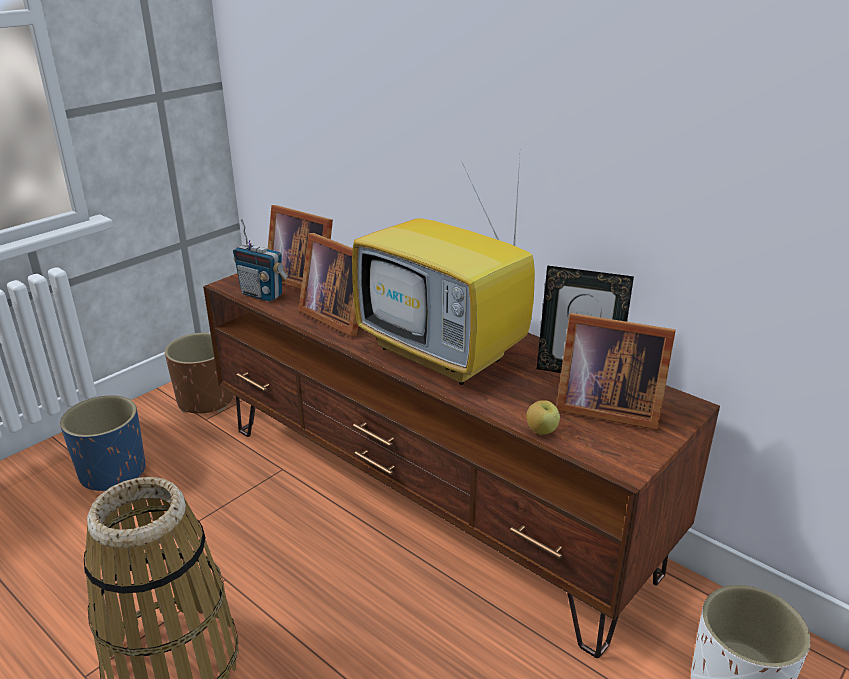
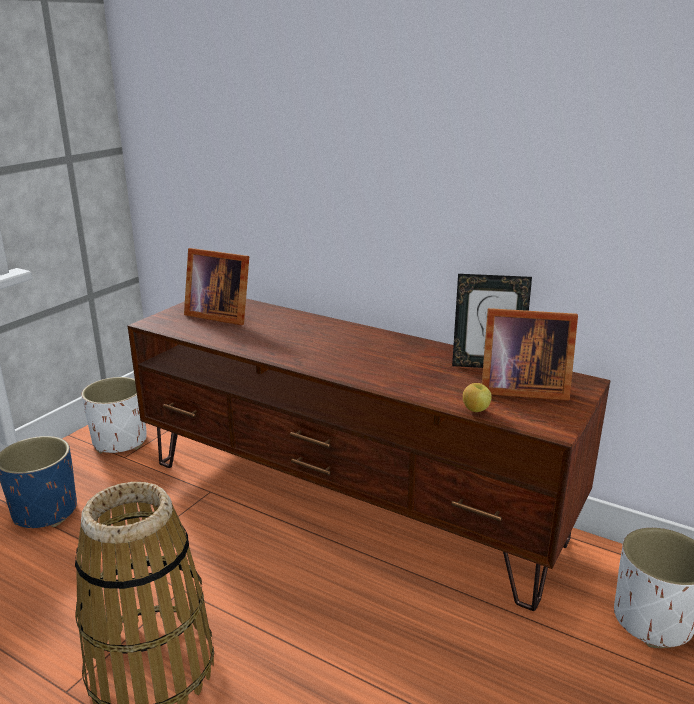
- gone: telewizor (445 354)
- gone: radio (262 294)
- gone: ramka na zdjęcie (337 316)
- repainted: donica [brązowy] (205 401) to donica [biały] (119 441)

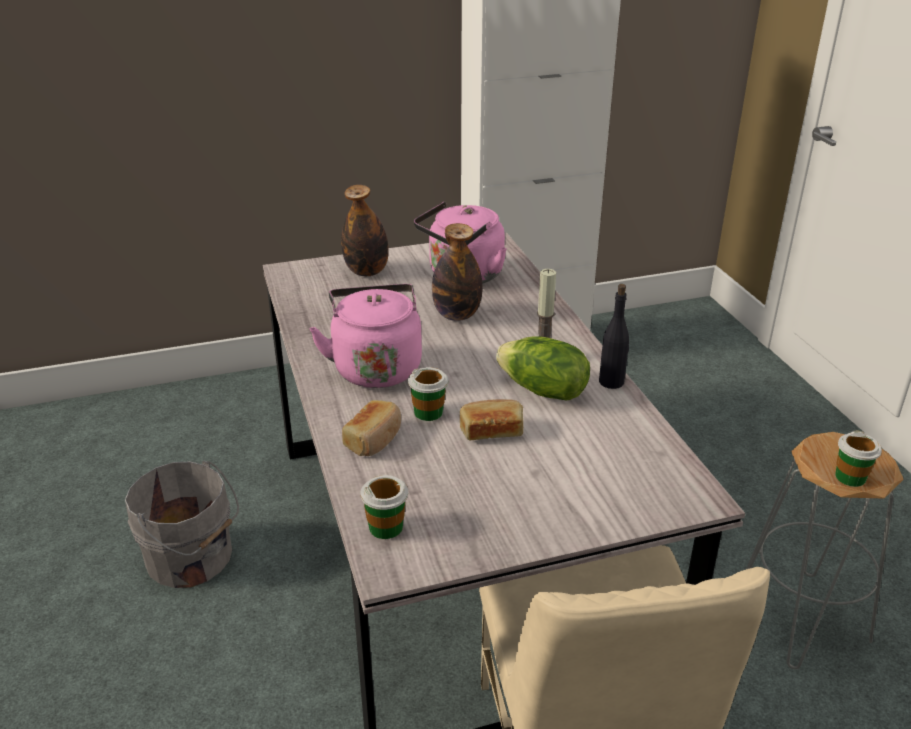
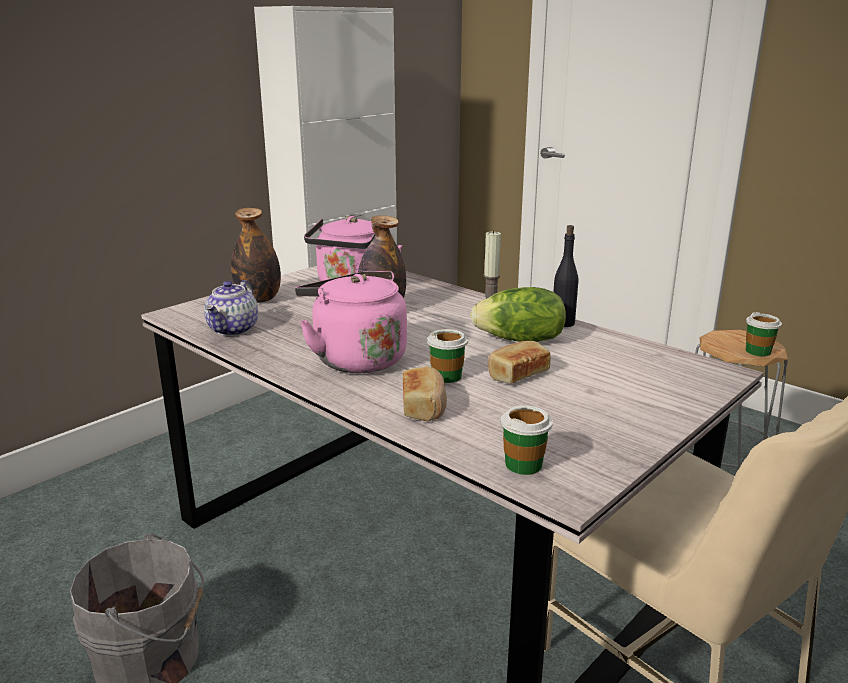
- new: imbryk (233 330)

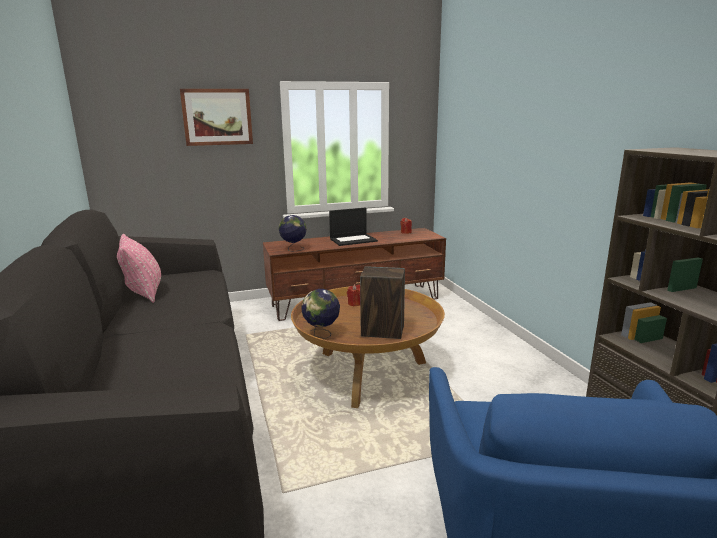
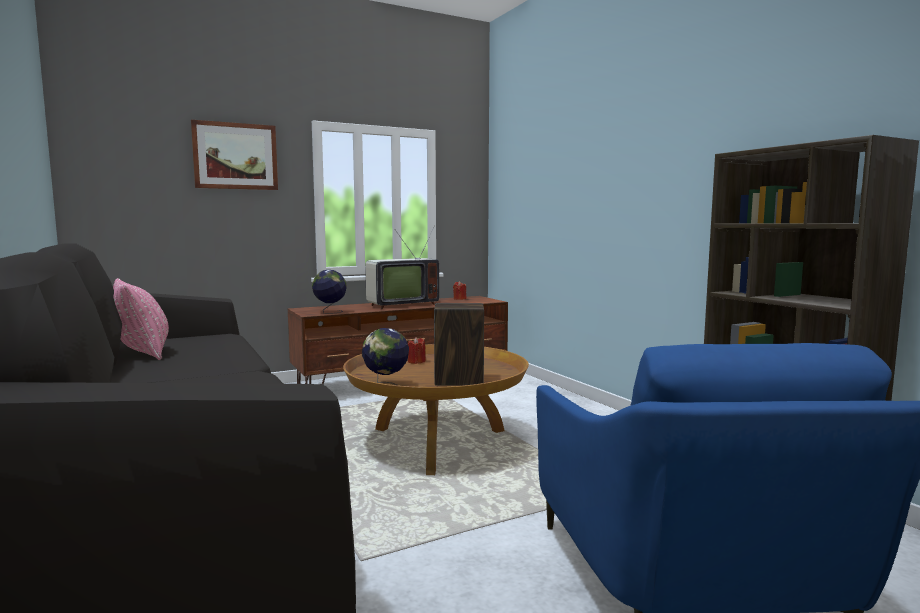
- swapped: laptop (353 240) to telewizor (400 304)

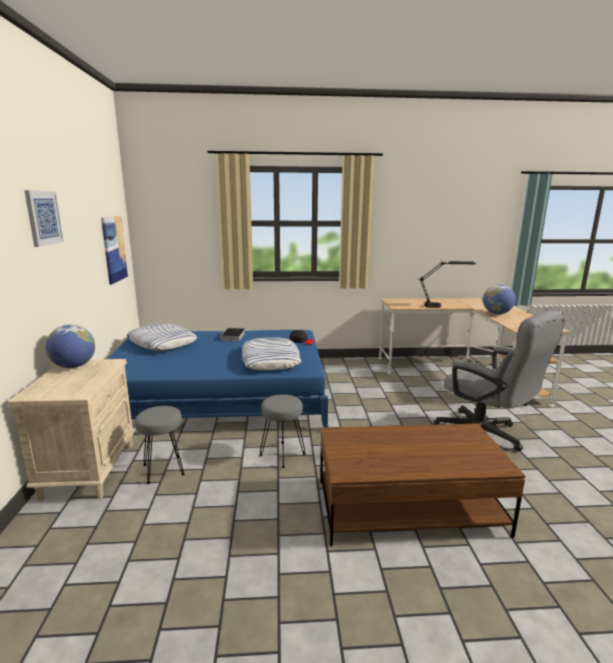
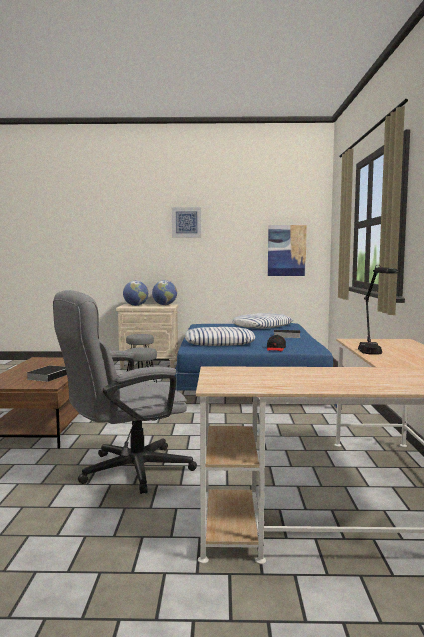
- shifted: globus (497 313) to (135 305)
- new: książka (49 376)

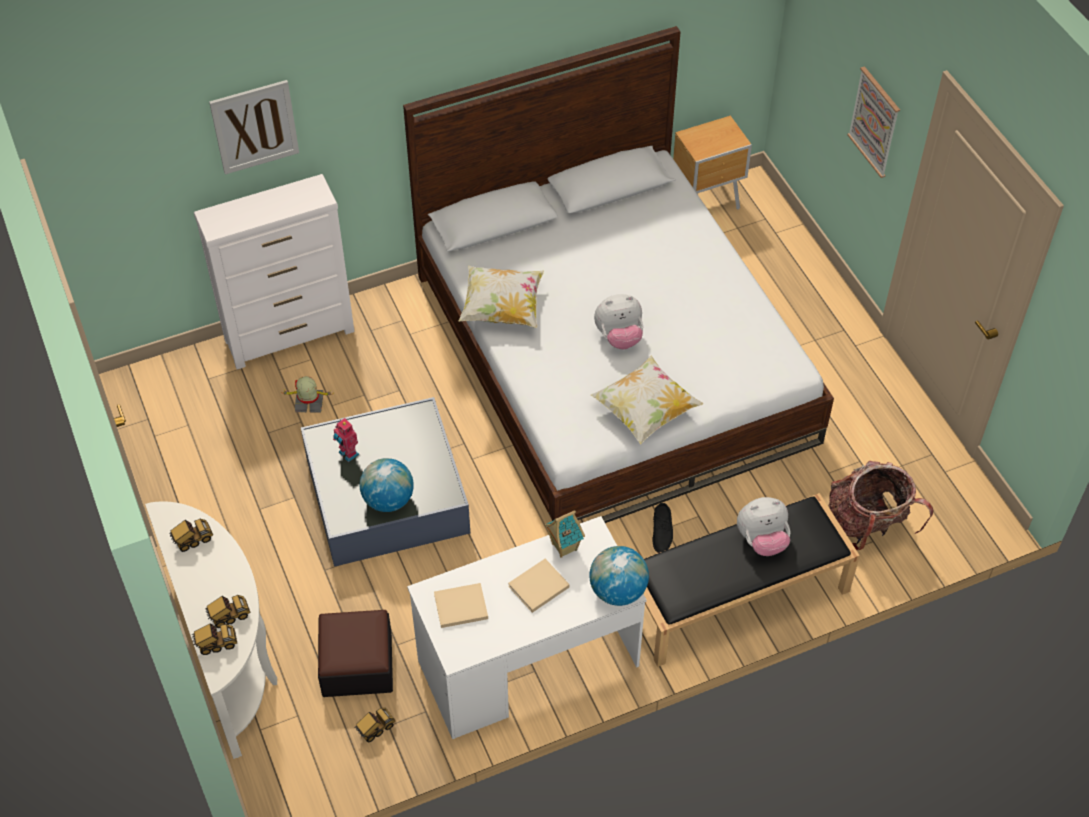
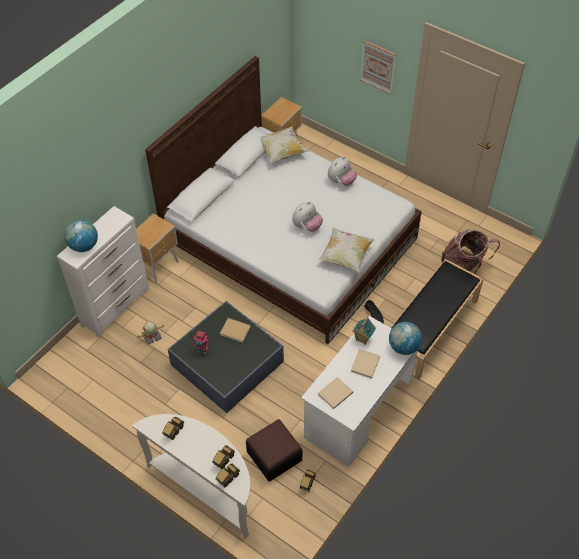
- gone: obraz (254 126)
- shifted: poduszka (502 309) to (281 152)
- shifted: globus (388 500) to (84 246)
- shifted: pluszak (762 540) to (341 181)
- new: szafka nocna [brązowy] (159 266)
- new: książka [beżowy] (236 331)

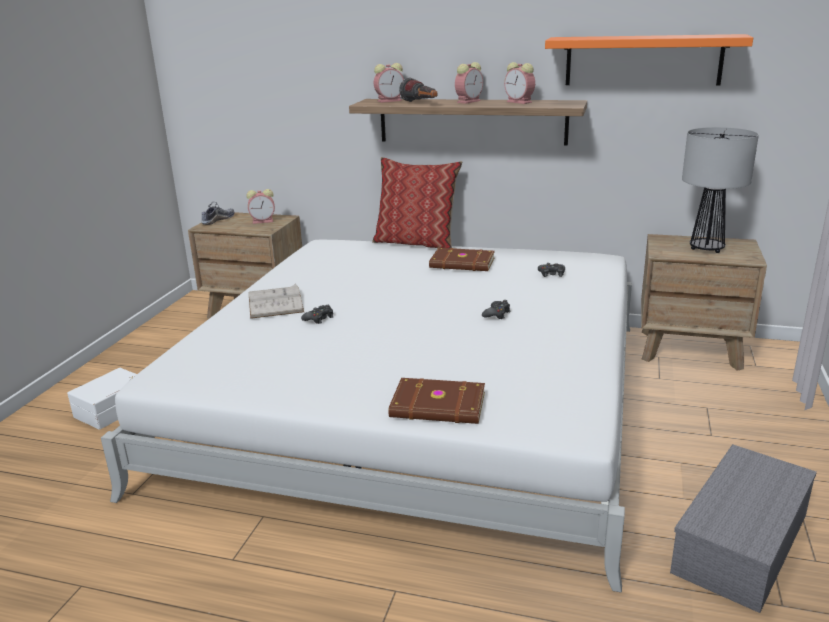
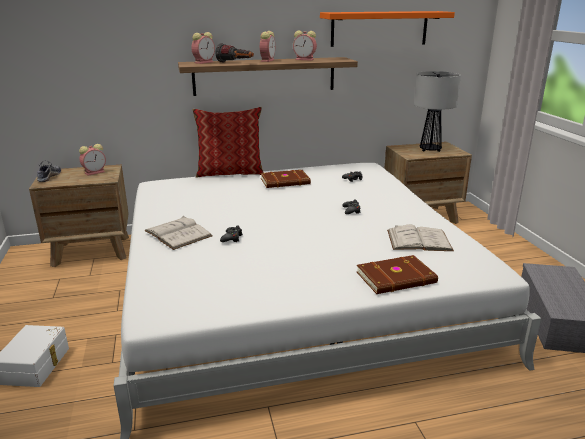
- new: książka [biały] (419 240)

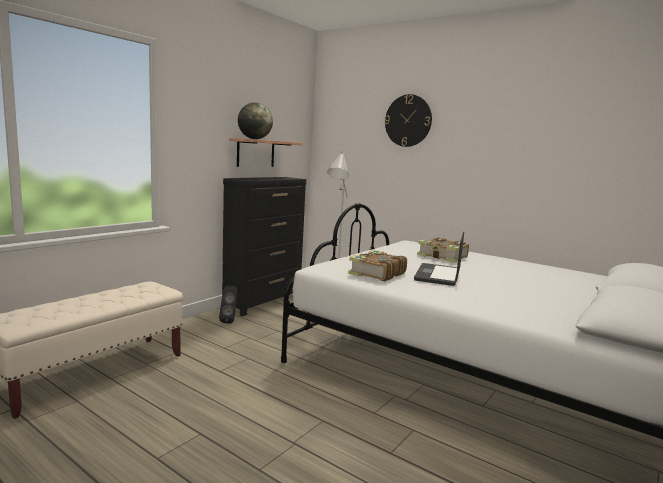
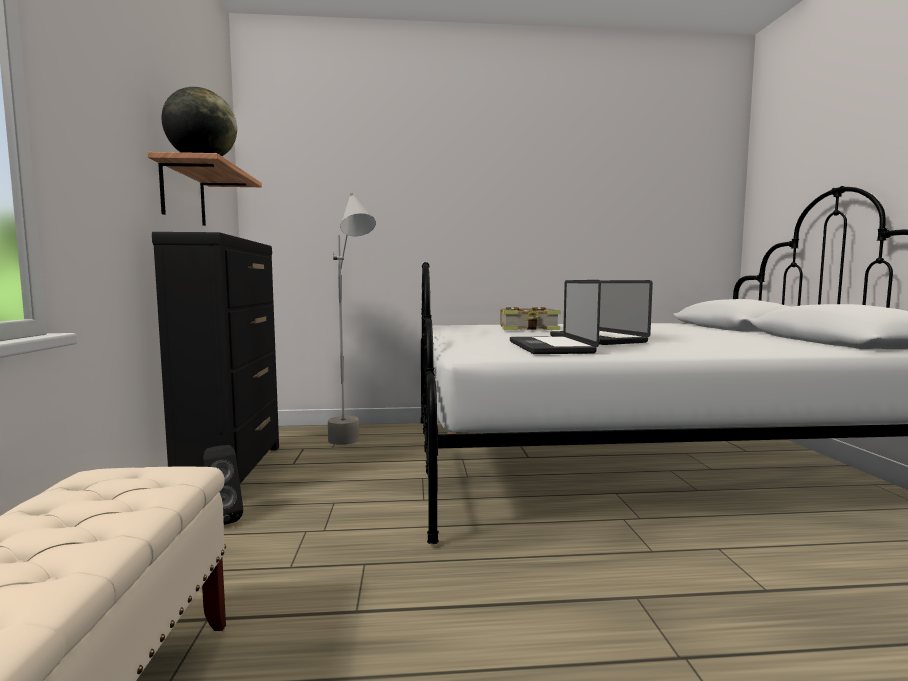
- gone: zegar ścienny (408 120)
- swapped: książka (376 274) to laptop (550 347)

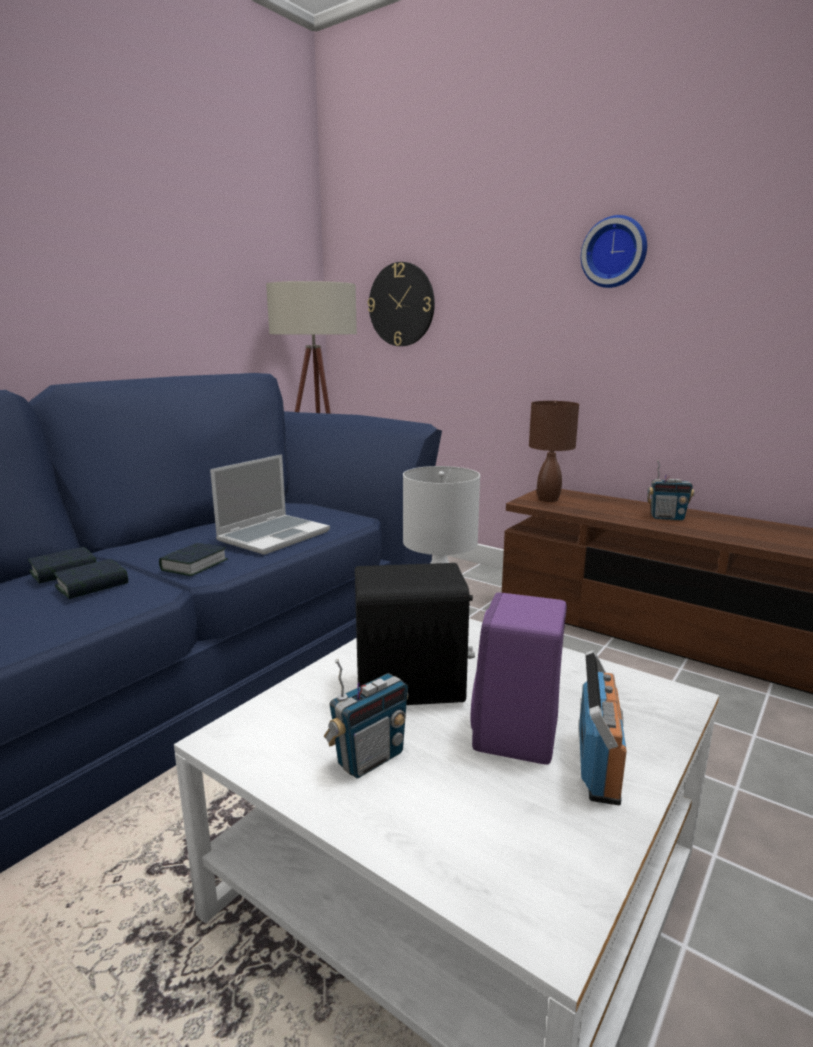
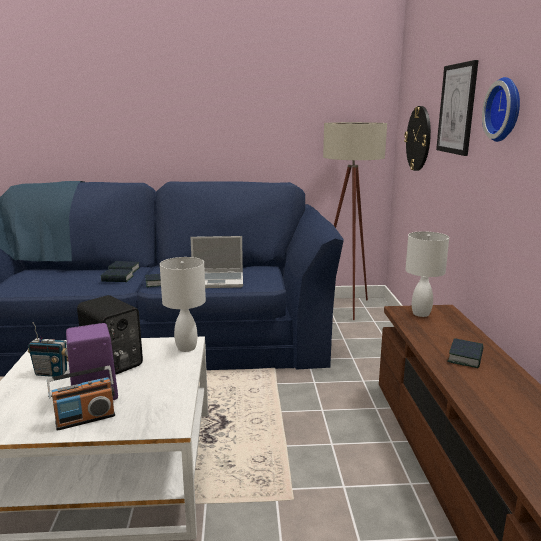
- repainted: lampa stołowa [brązowy] (548 499) to lampa stołowa [biały] (421 313)
- swapped: radio (667 517) to książka (465 357)
- new: obraz (457 109)

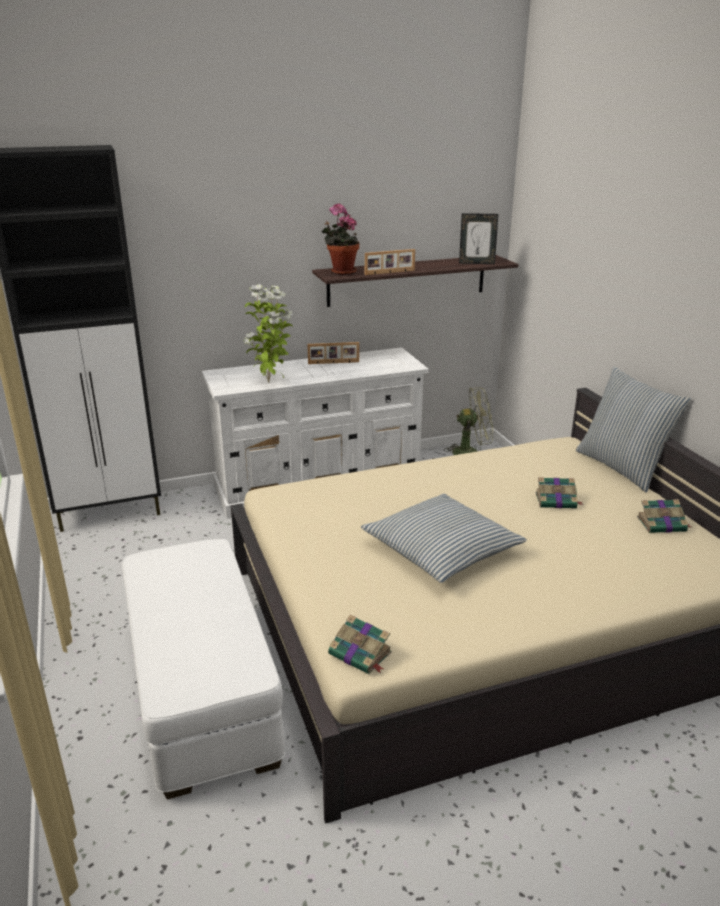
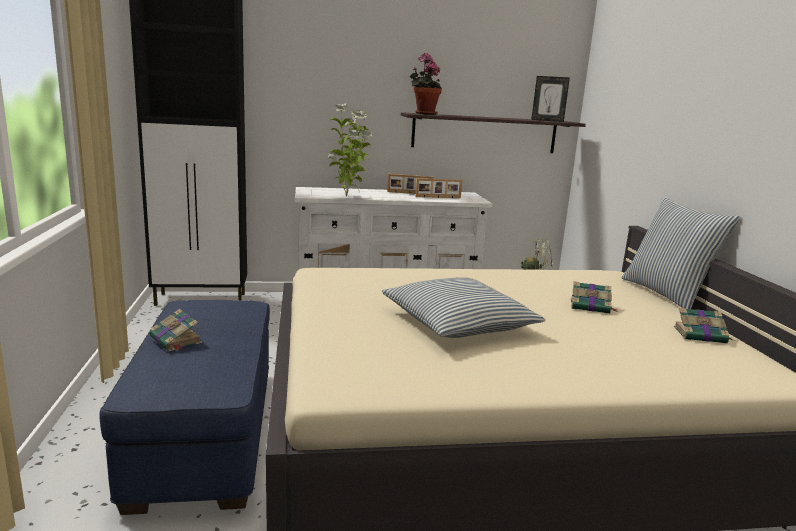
- shifted: ramka na zdjęcie (390 272) to (438 197)
- repainted: pufa [biały] (203 691) to pufa [niebieski] (206 432)
- shifted: książka (361 654) to (176 340)

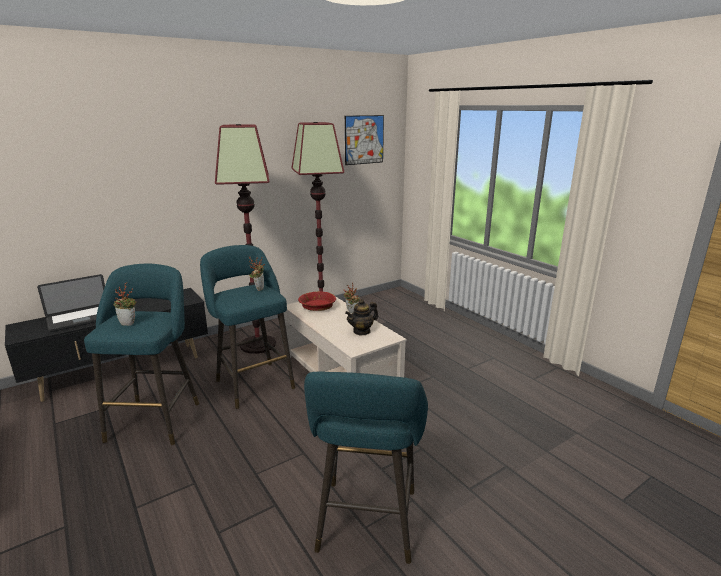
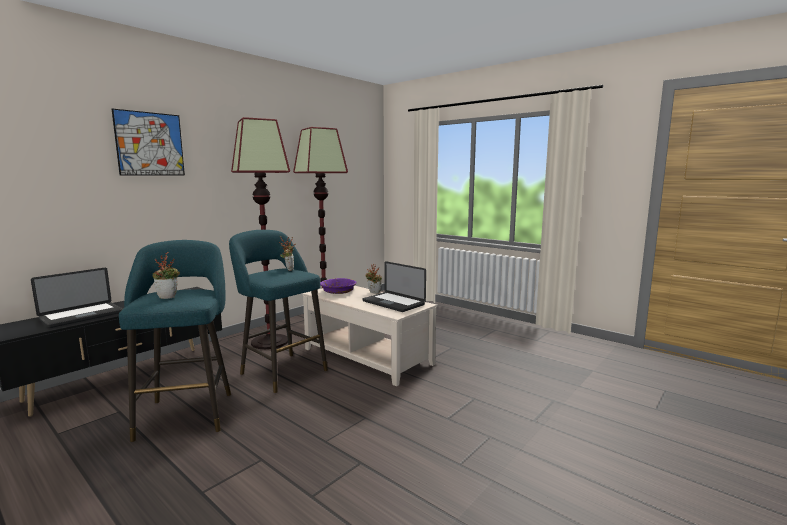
- shifted: obraz (364 140) to (150 144)
- repainted: miska [czerwony] (317 307) to miska [fioletowy] (338 292)
- swapped: imbryk (362 331) to laptop (393 303)
- gone: stołek [turkusowy] (366 526)

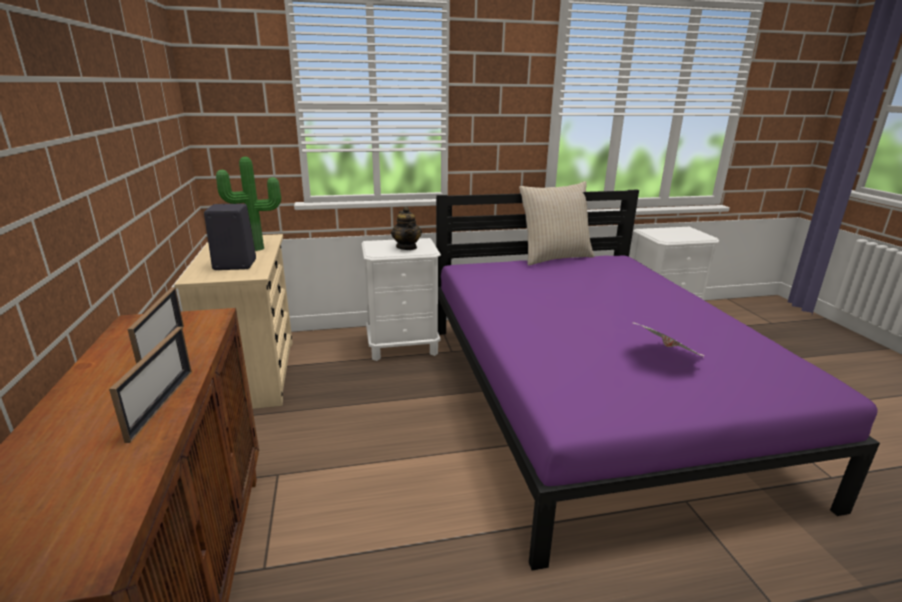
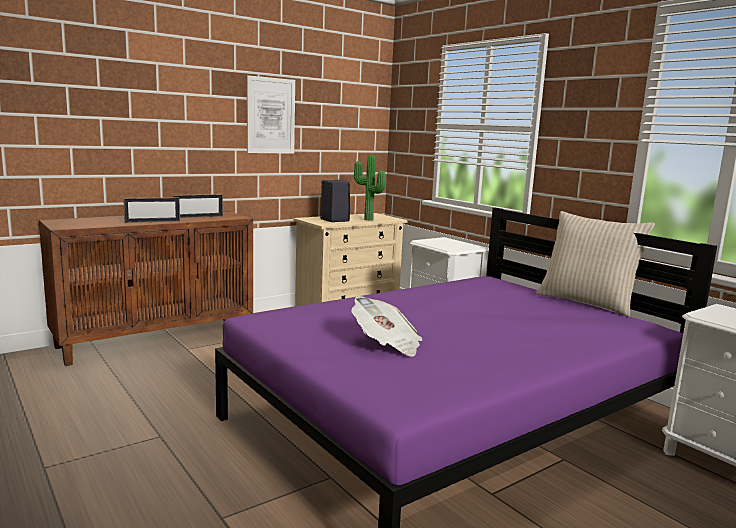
- gone: imbryk (407 247)
- new: obraz (271 116)

